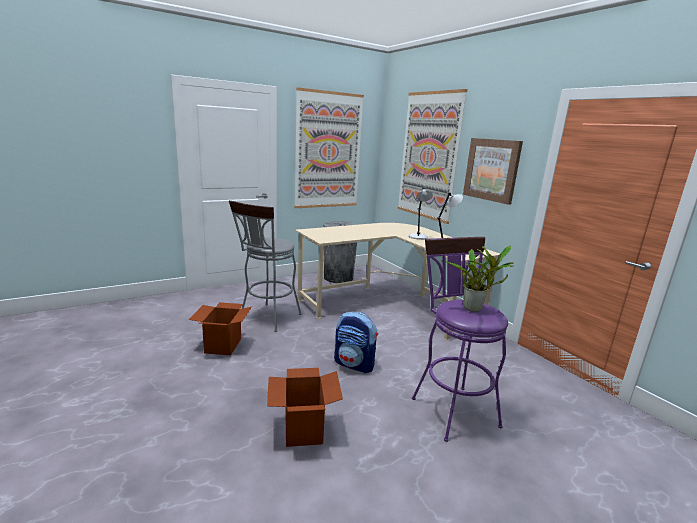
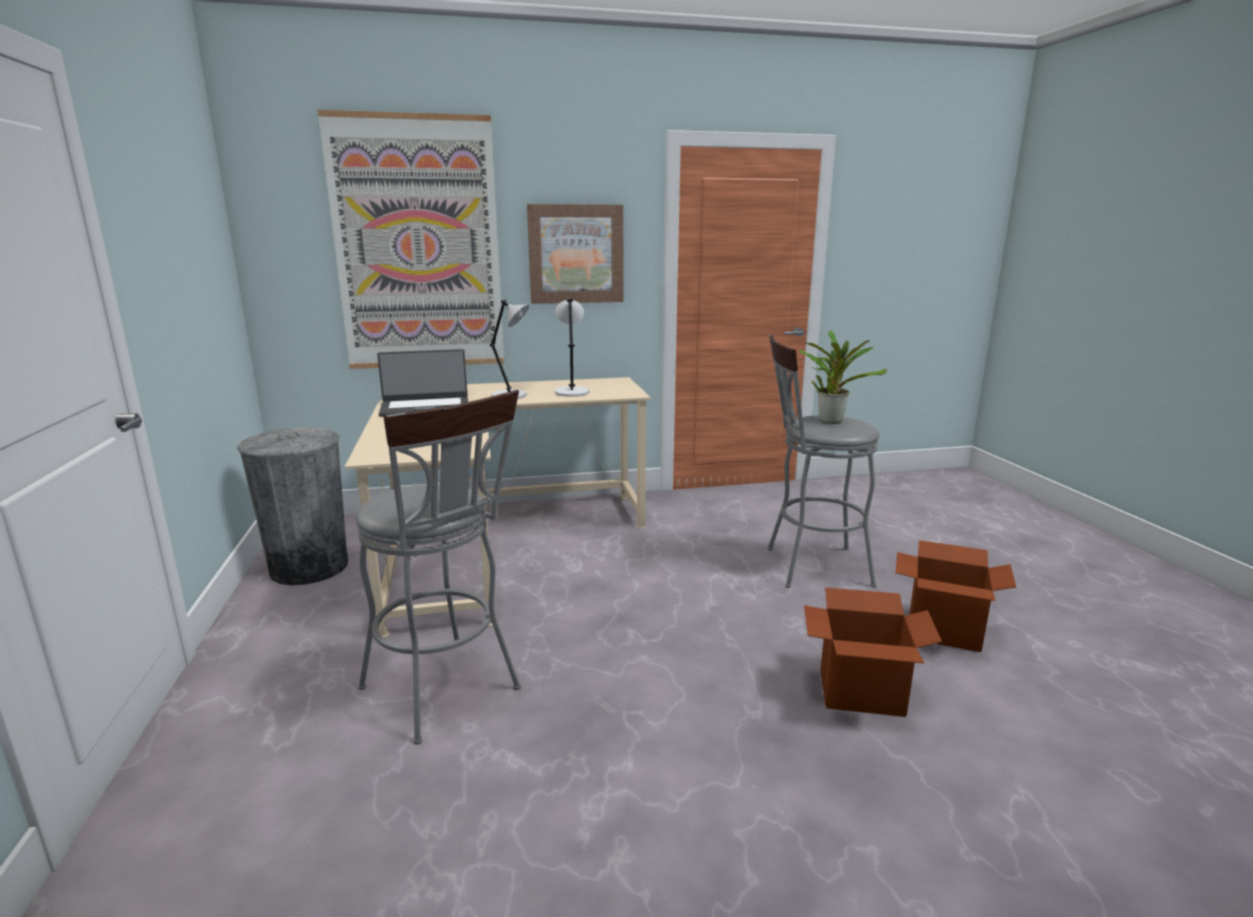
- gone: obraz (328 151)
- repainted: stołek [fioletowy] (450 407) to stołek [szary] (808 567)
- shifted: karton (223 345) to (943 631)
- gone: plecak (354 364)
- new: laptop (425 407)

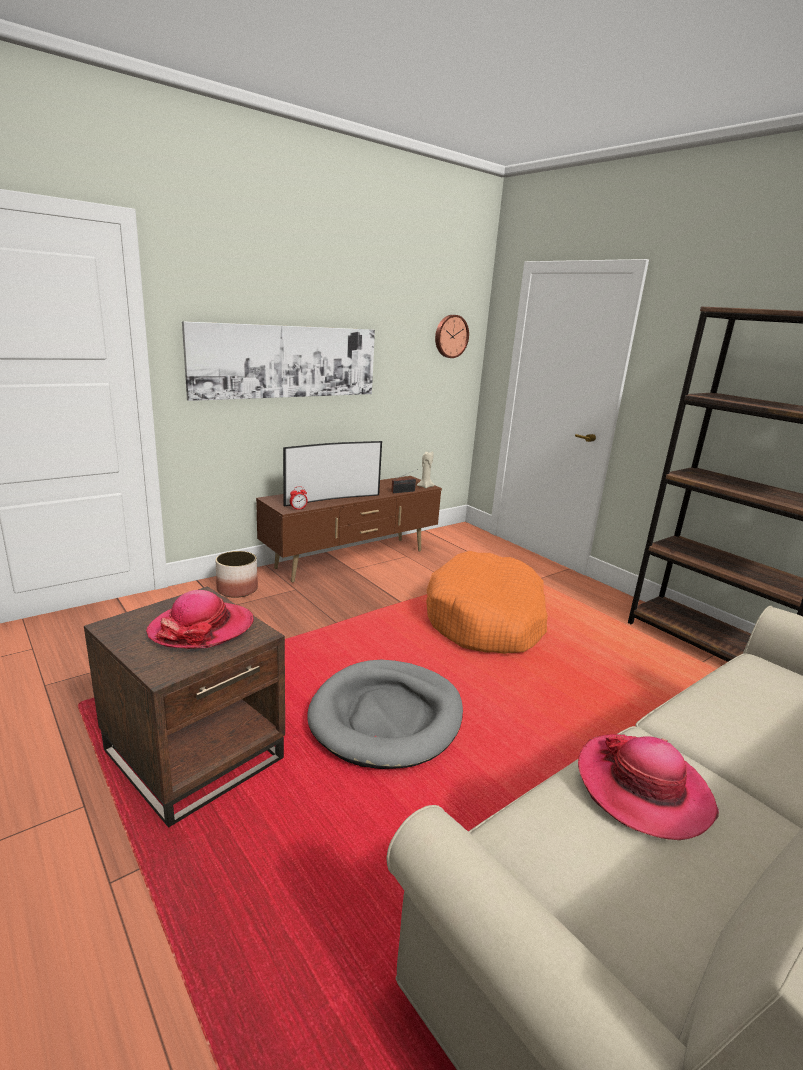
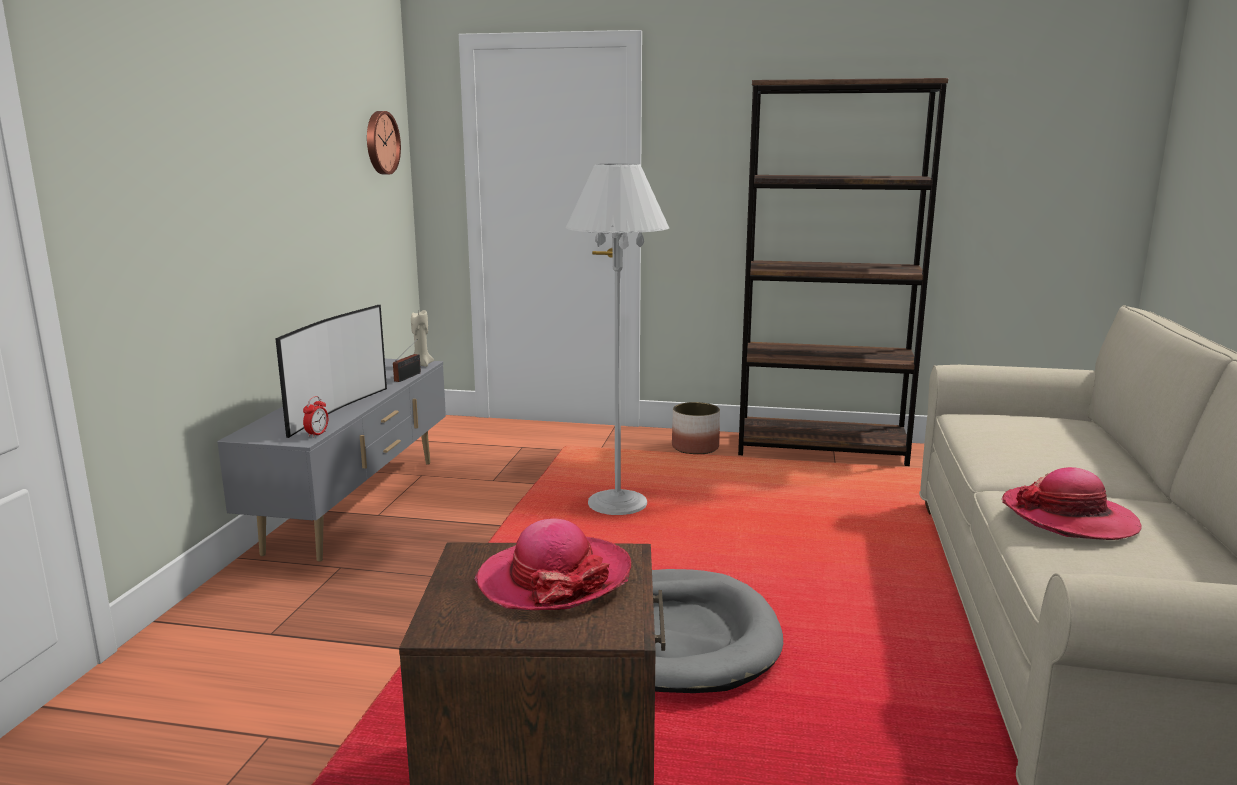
- gone: obraz (287 361)
- repainted: szafka pod telewizor [brązowy] (352 559) to szafka pod telewizor [szary] (357 504)
- shifted: donica (237 590) to (695 448)
- swapped: legowisko [pomarańczowy] (486 619) to lampa stojąca [biały] (617 504)

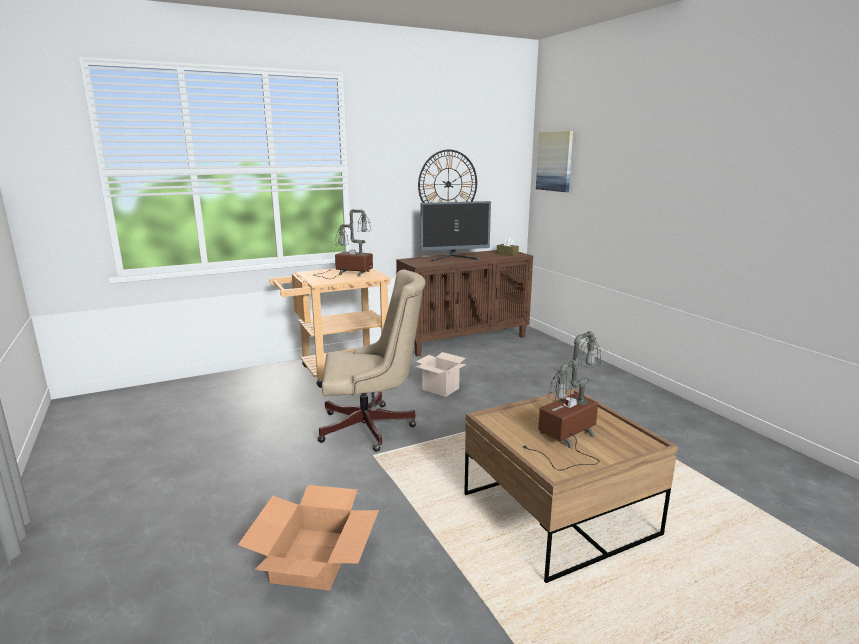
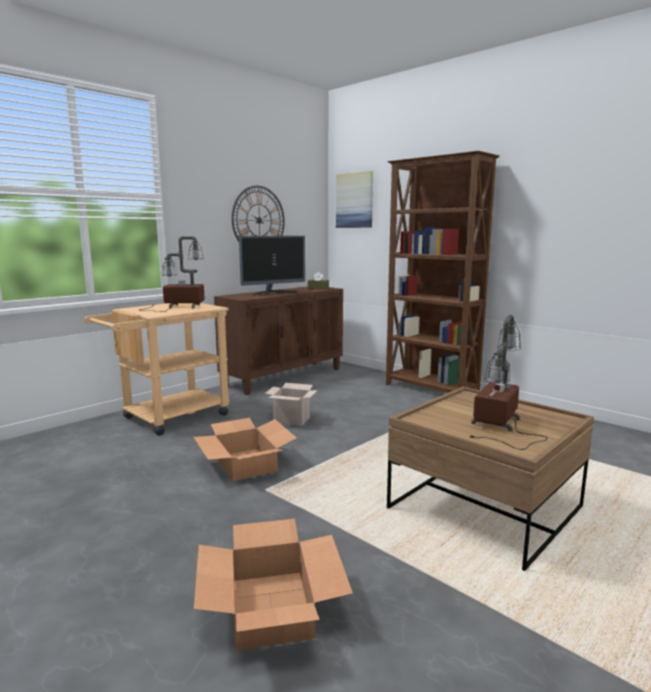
- swapped: krzesło biurowe [beżowy] (372 427) to karton (245 464)
- new: regał [brązowy] (431 390)

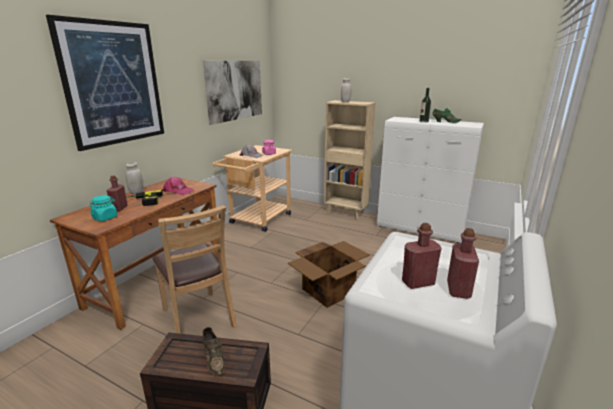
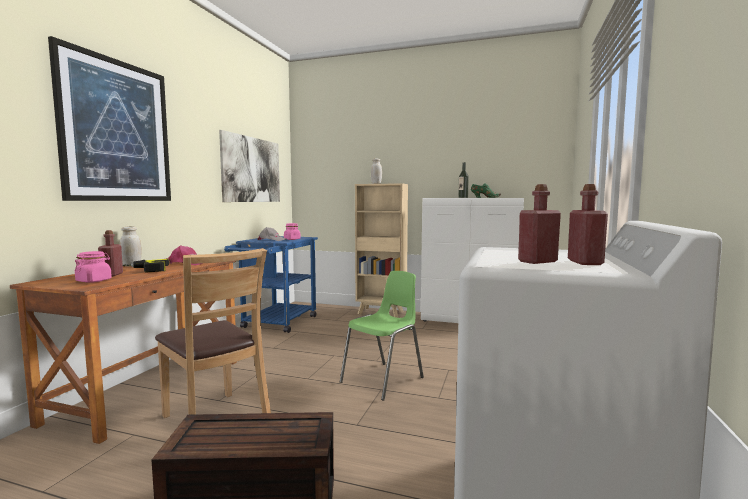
- repainted: wózek [beżowy] (257 220) to wózek [niebieski] (276 324)
- repainted: słoik [turkusowy] (105 218) to słoik [różowy] (94 281)
- swapped: karton (329 290) to krzesło [zielony] (383 380)
- gone: but [brązowy] (214 359)

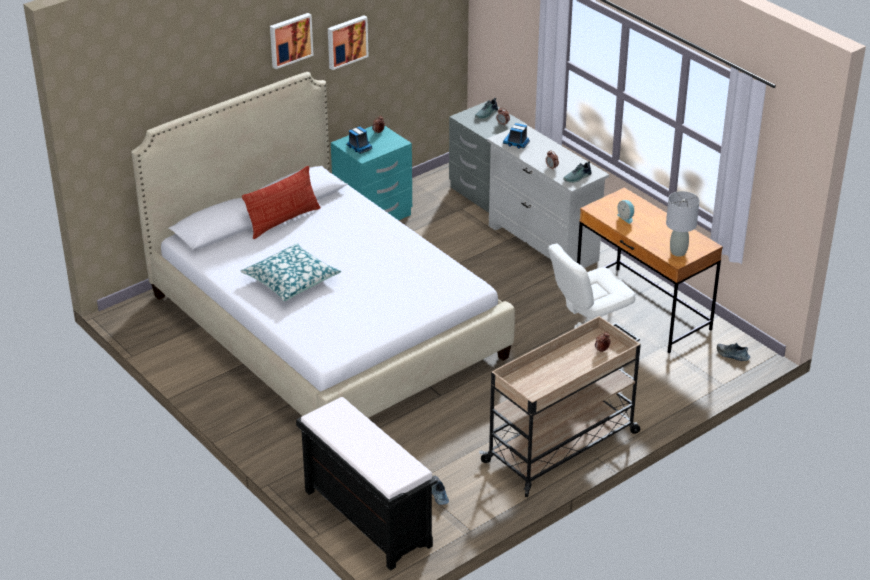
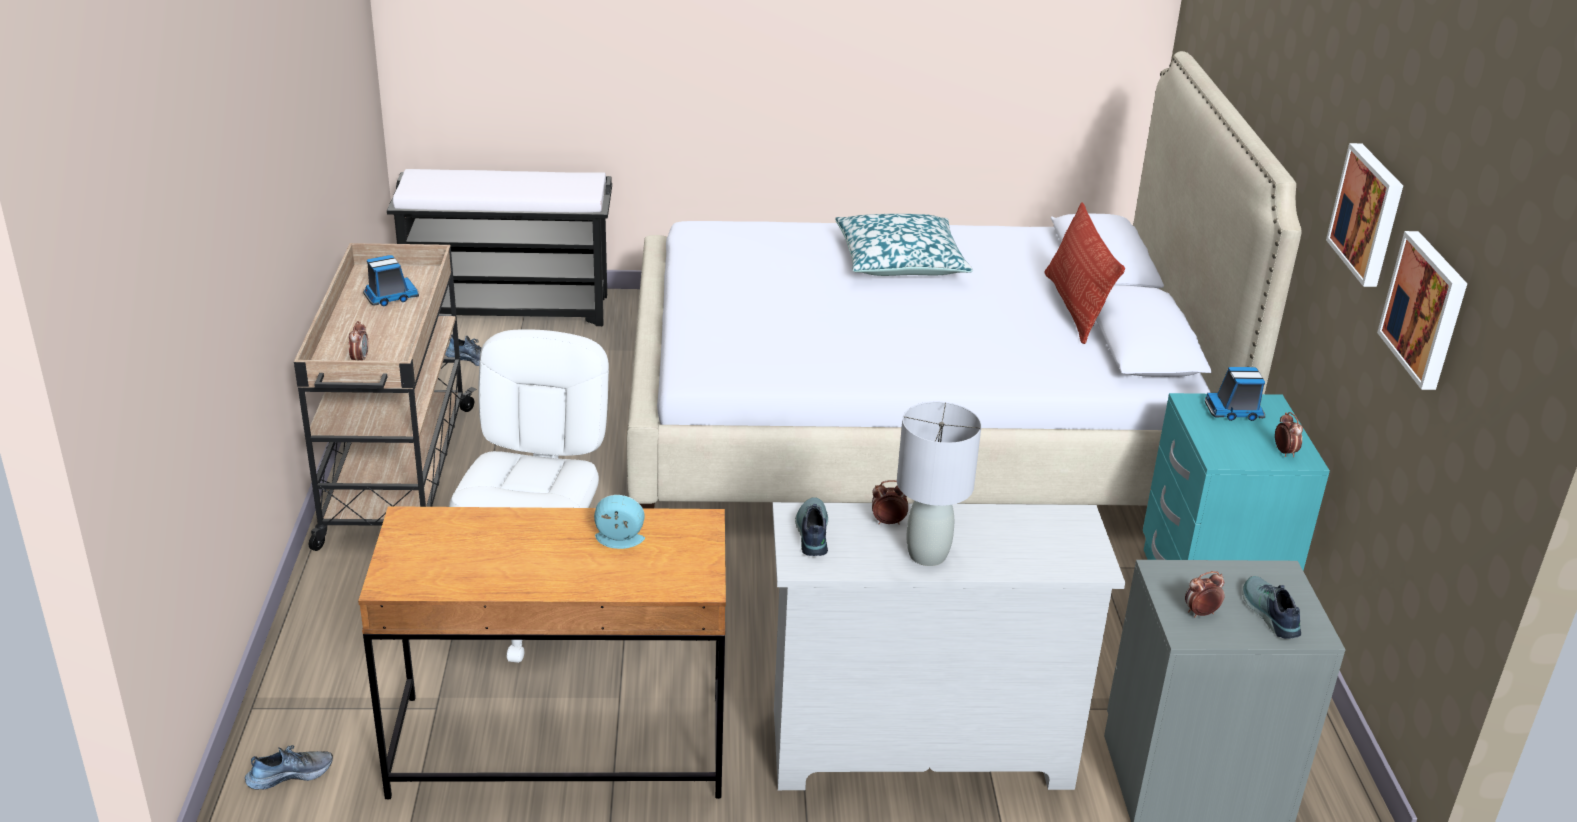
- shifted: obraz (290 40) to (1427 309)
- shifted: ciężarówka zabawkowa (516 143) to (390 297)
- shifted: lampa stołowa [szary] (678 252) to (927 554)

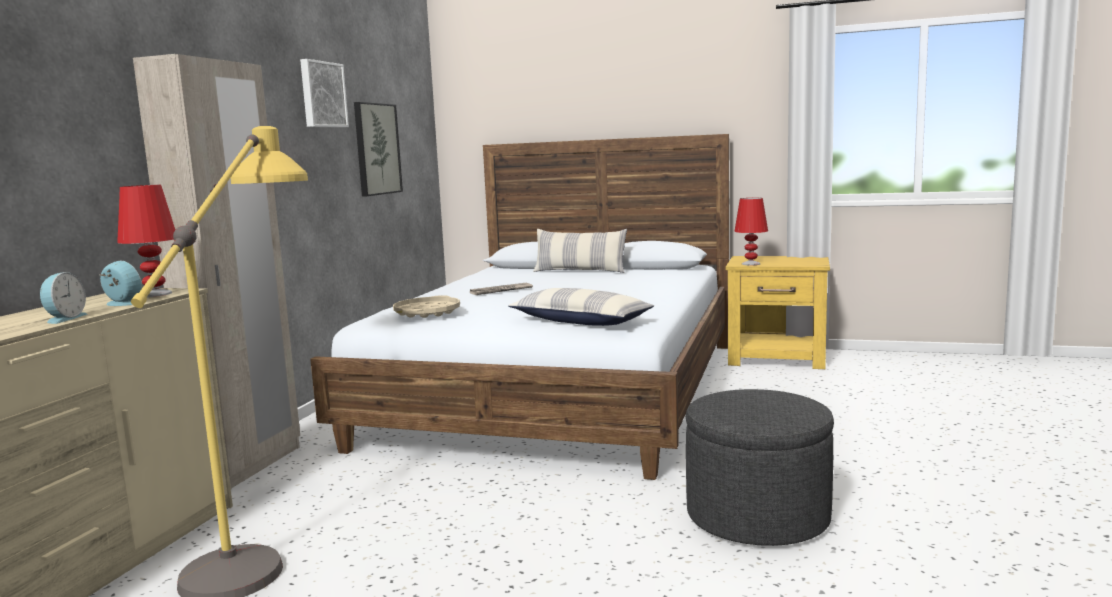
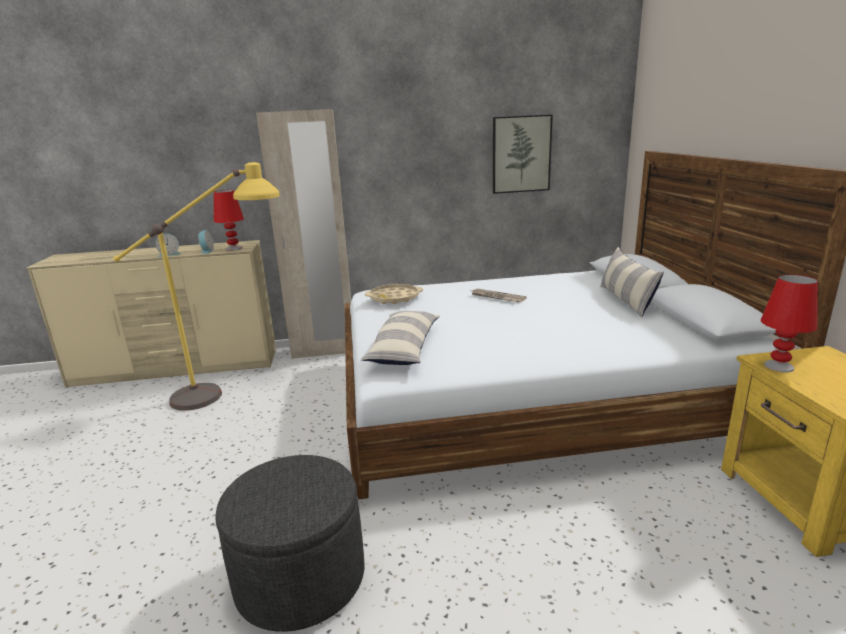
- gone: obraz (322 94)

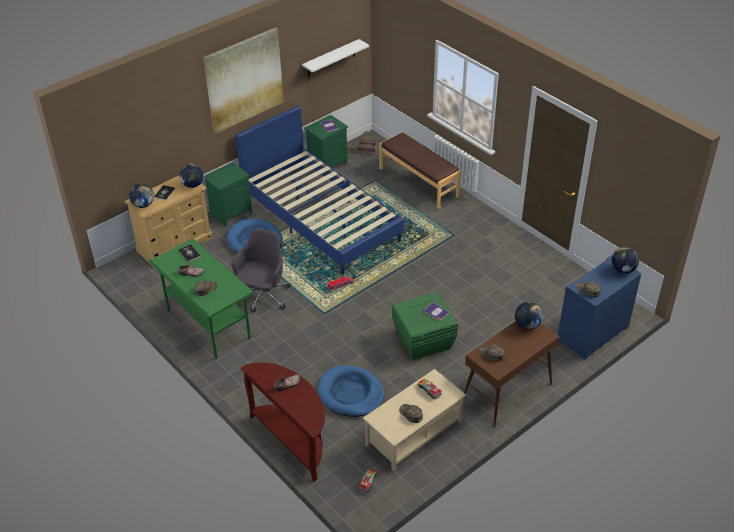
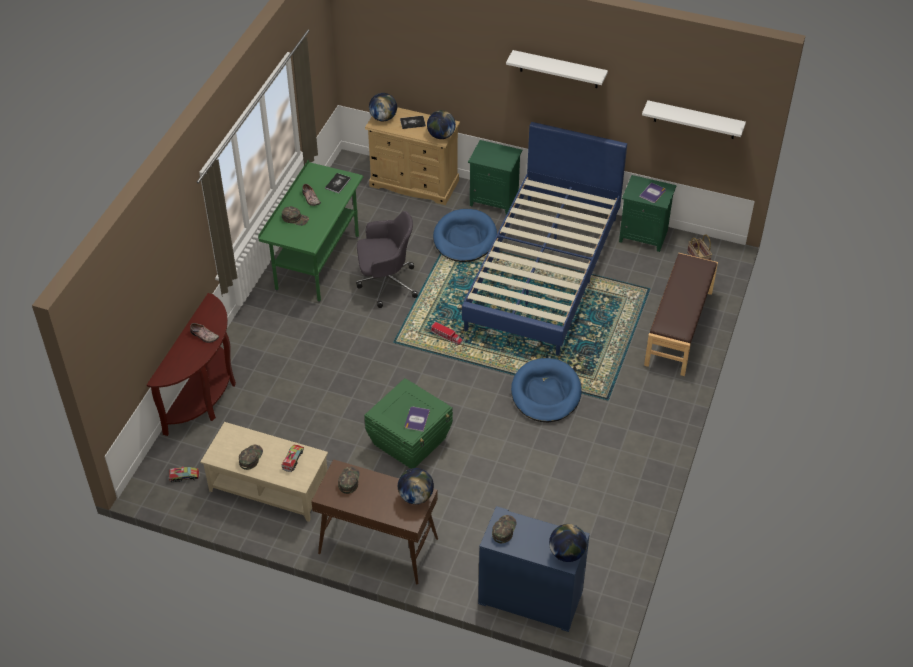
- swapped: obraz (244 80) to półka [biały] (559 69)
- shifted: legowisko [niebieski] (350 393) to (546 393)

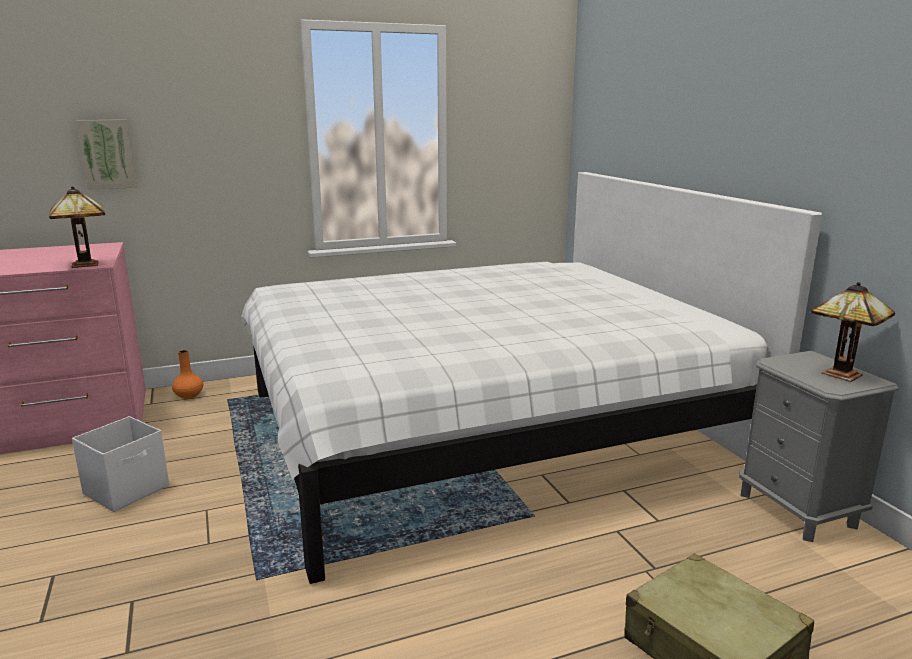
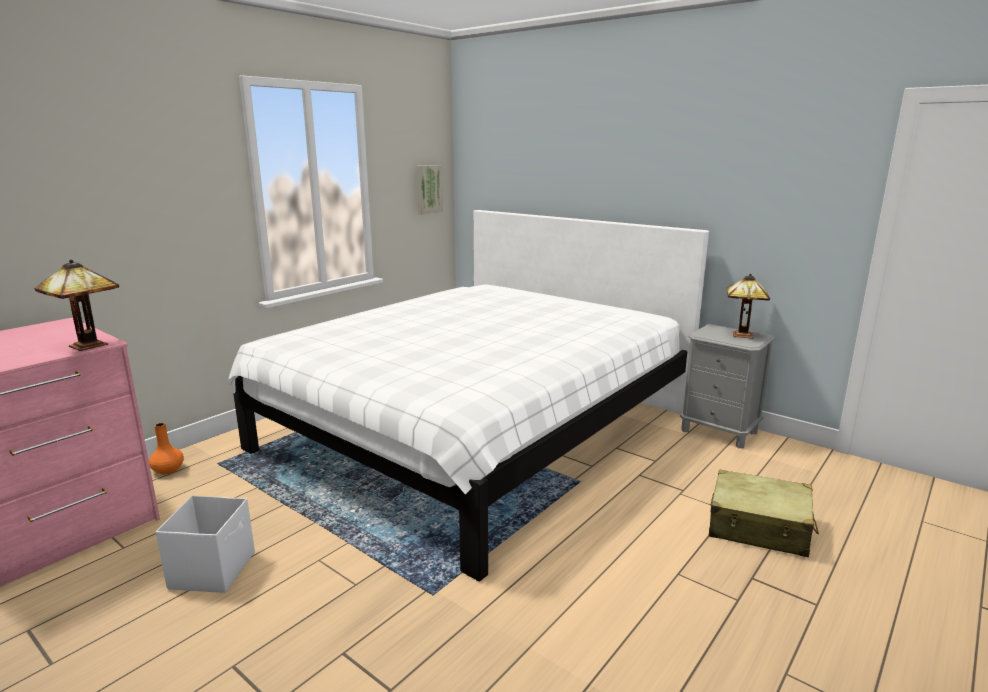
- shifted: obraz (107 154) to (428 189)

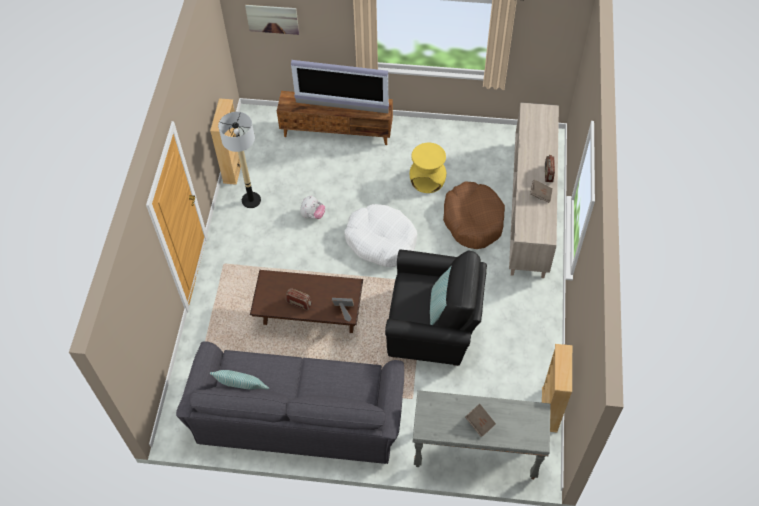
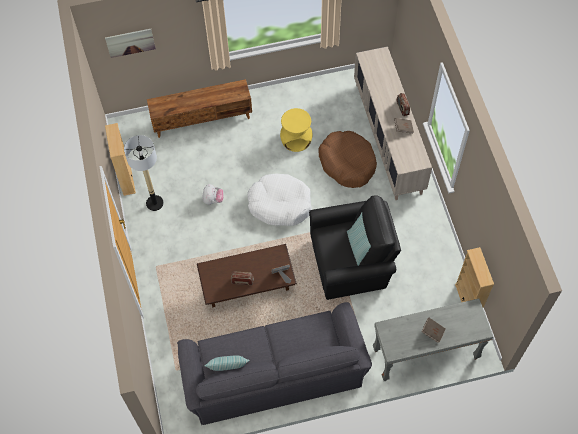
- gone: telewizor (342 108)

